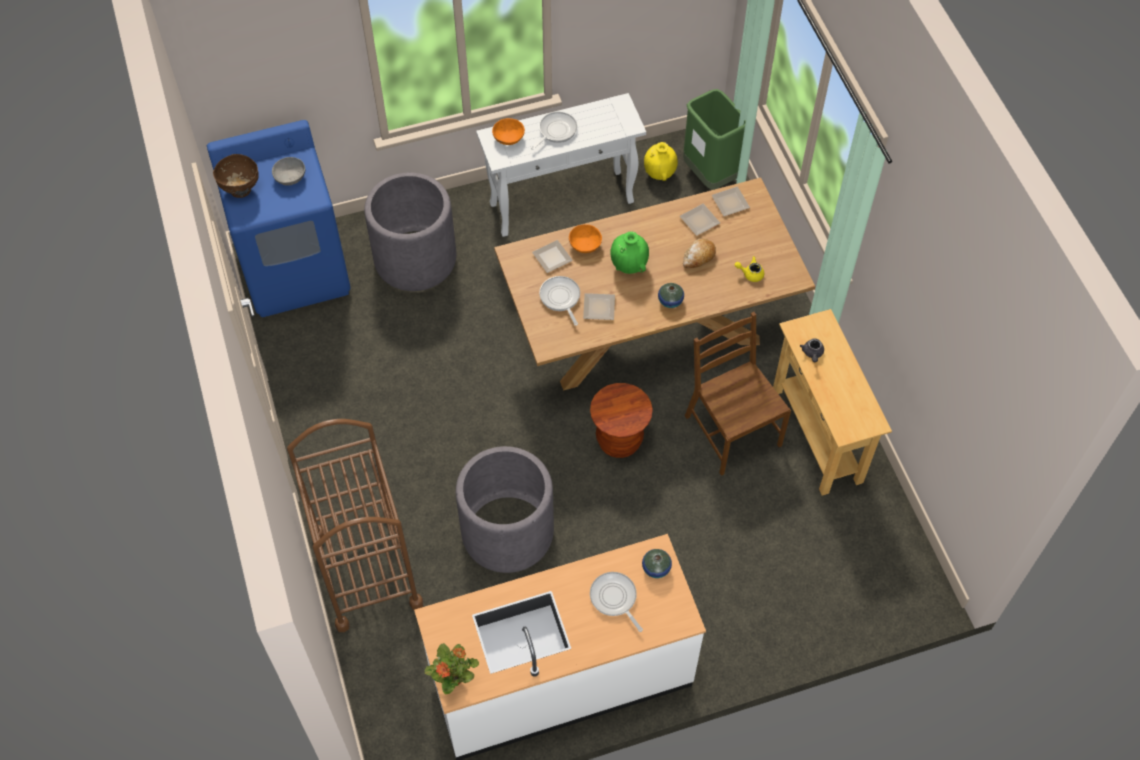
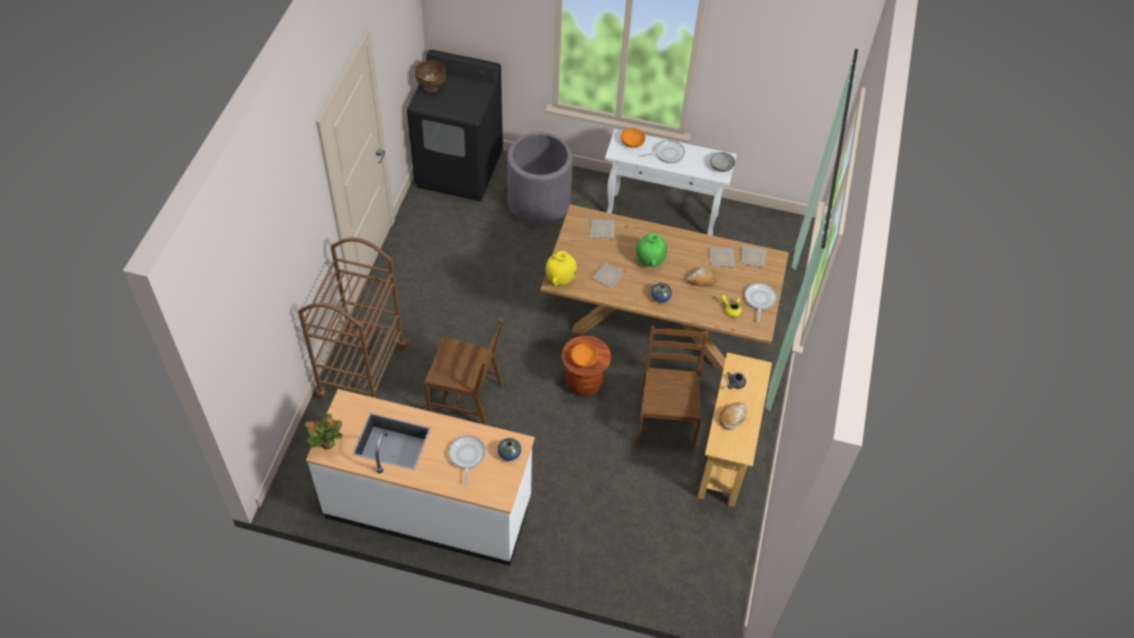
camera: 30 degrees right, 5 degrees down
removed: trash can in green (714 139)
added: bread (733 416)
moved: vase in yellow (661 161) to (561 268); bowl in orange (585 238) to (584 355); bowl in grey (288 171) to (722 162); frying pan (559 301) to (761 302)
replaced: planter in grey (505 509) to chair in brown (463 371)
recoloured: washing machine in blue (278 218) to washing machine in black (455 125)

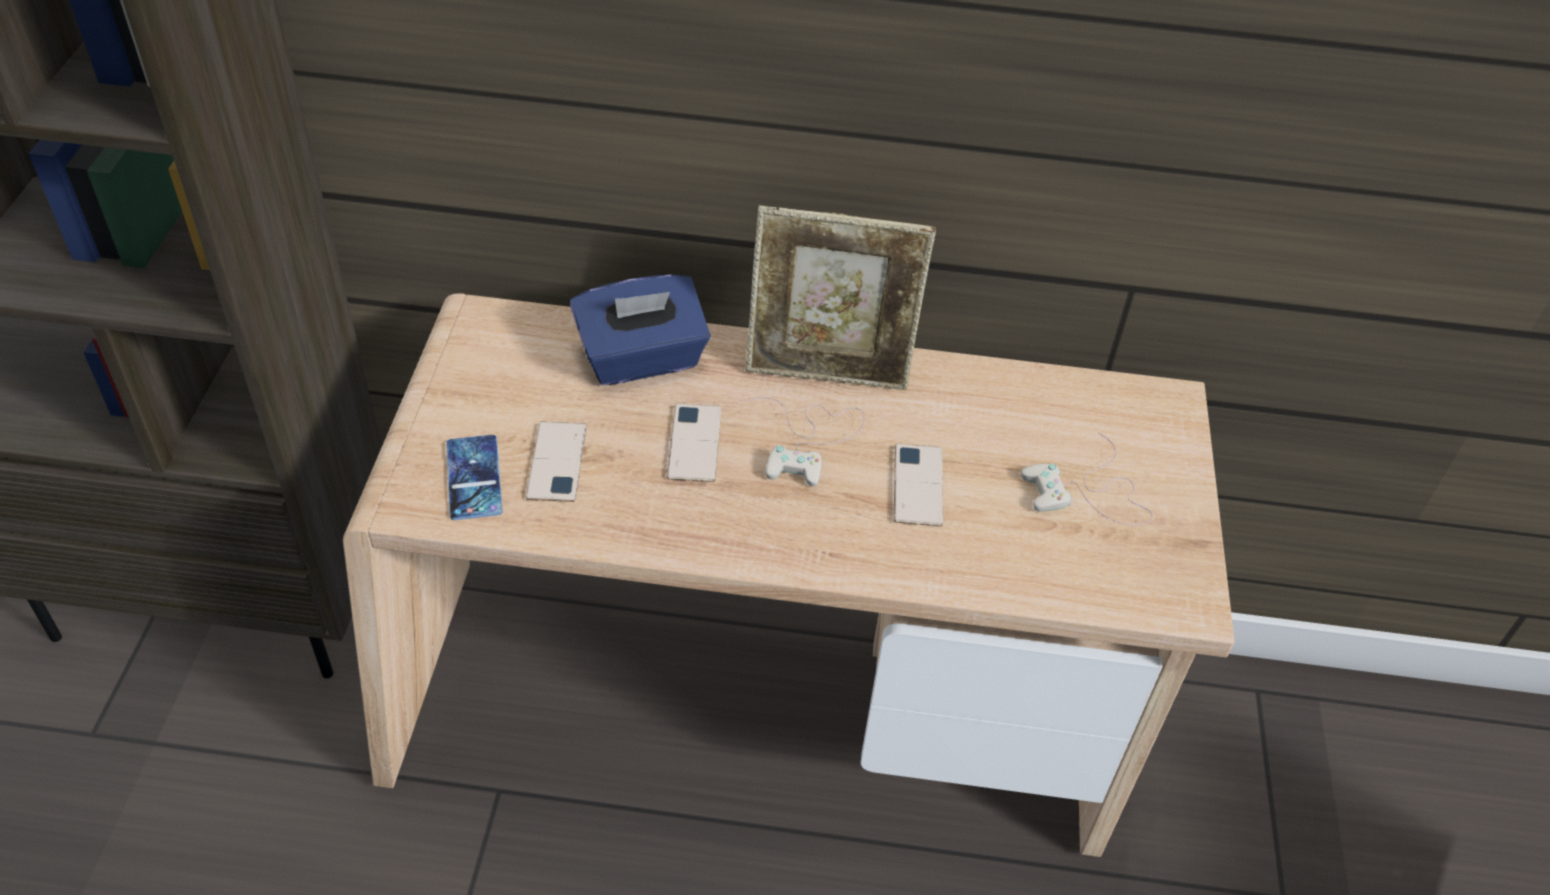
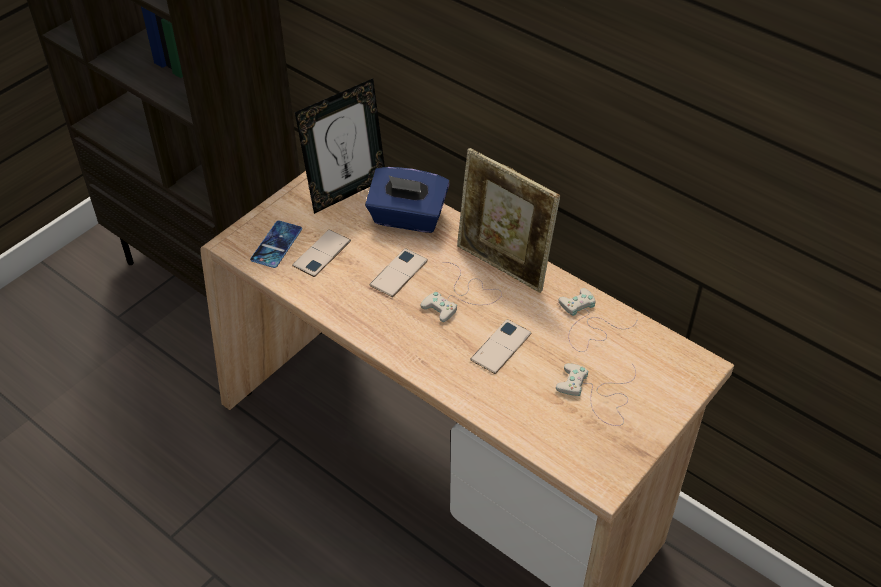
camera: 35 degrees right, 0 degrees up
added: picture frame (340 146); game controller in white (598 320)

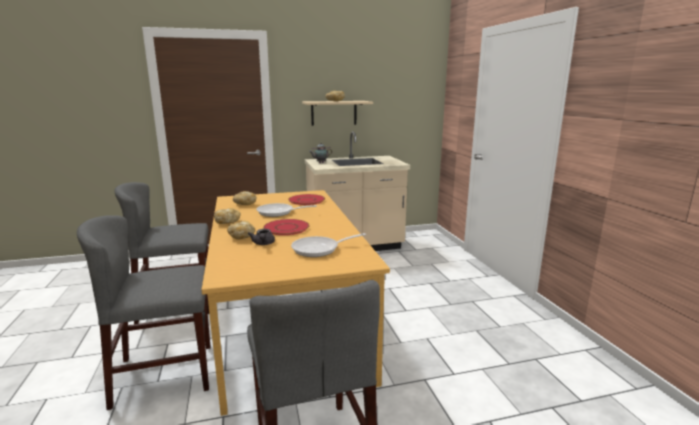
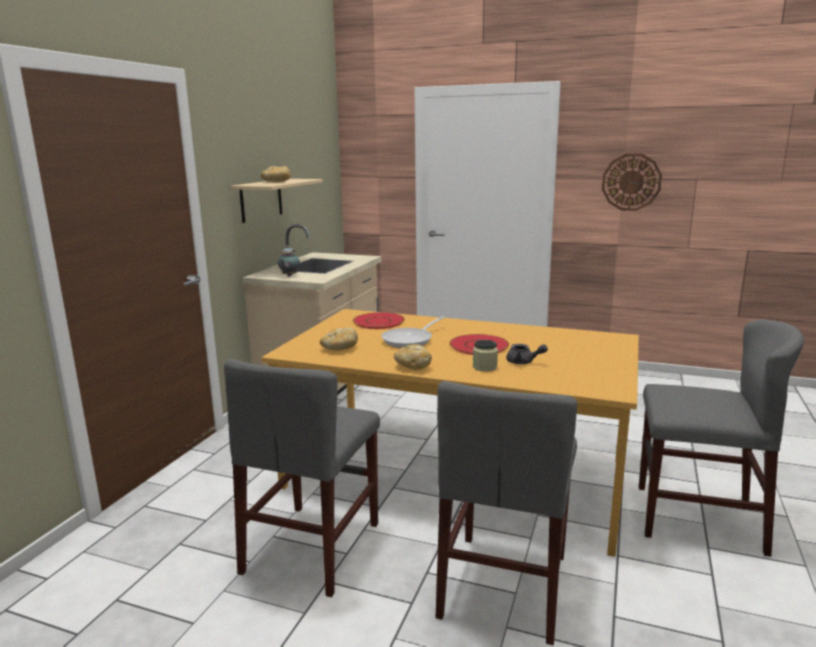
camera: 55 degrees left, 0 degrees up
removed: frying pan (328 245)
added: wall clock (632 182)
replaced: bread (241 230) to jar (485 356)

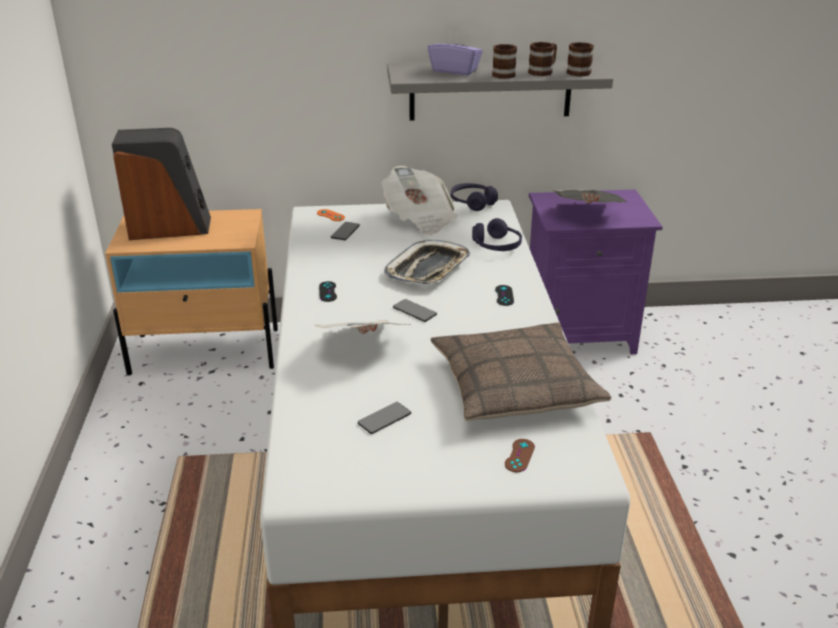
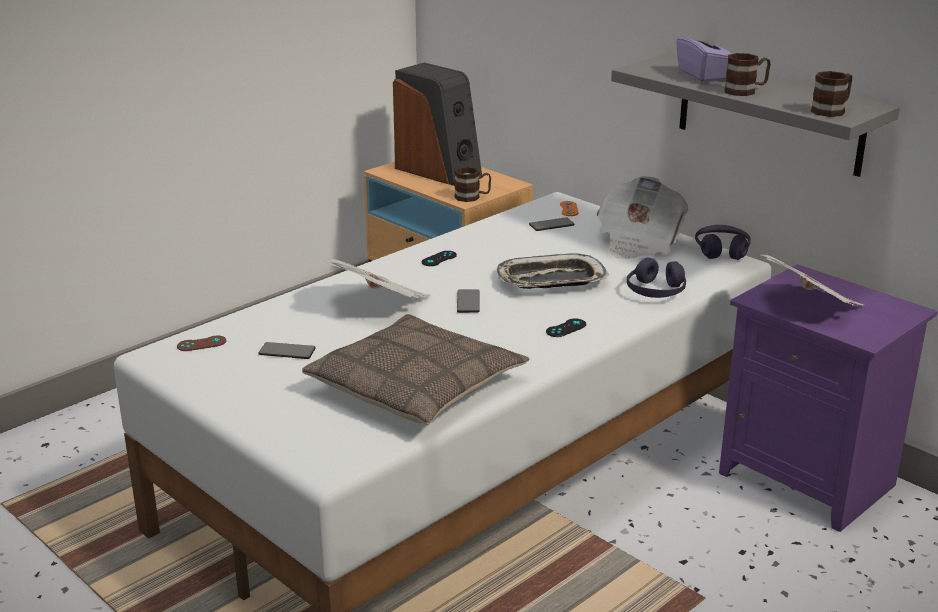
camera: 50 degrees right, 5 degrees down
moved: game controller in brown (520 455) to (201 343); mug in brown (542 59) to (472 184)

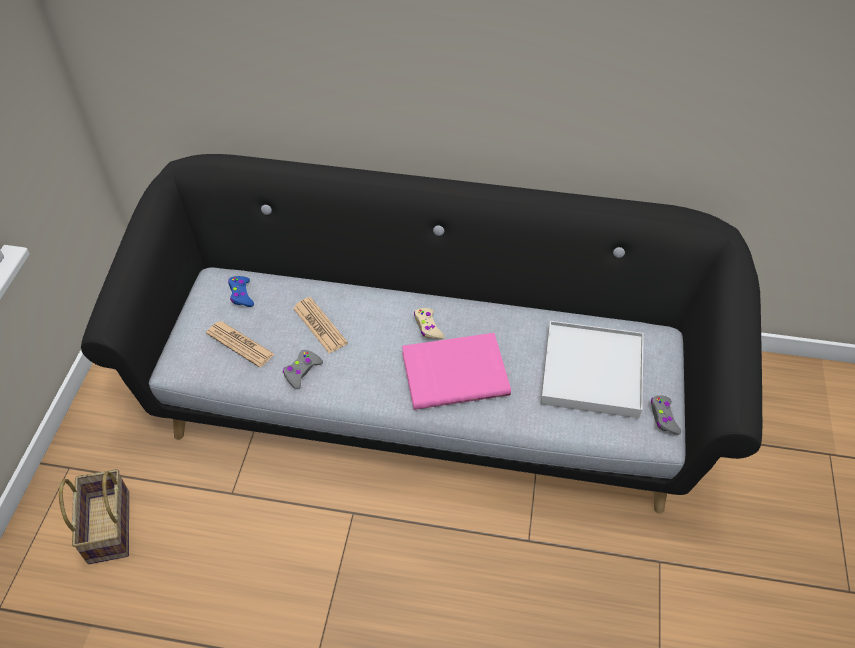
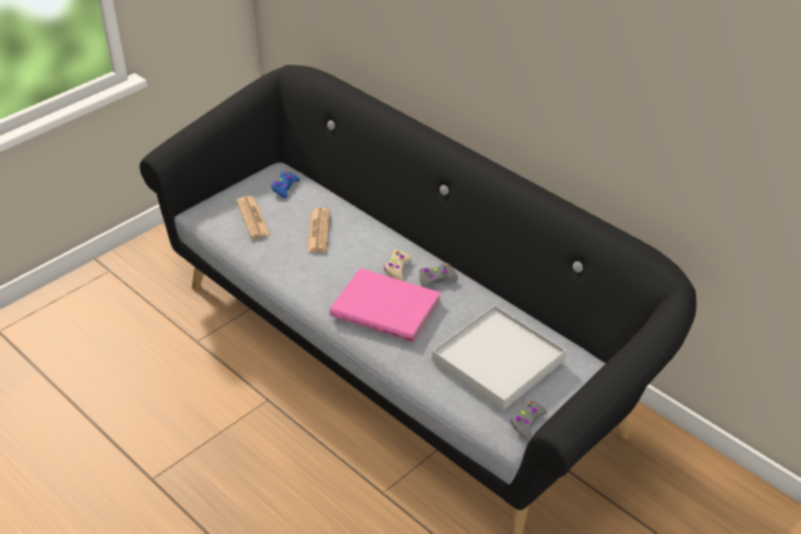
camera: 35 degrees right, 10 degrees down
removed: basket (94 516)
moved: game controller in grey (303 369) to (439 275)

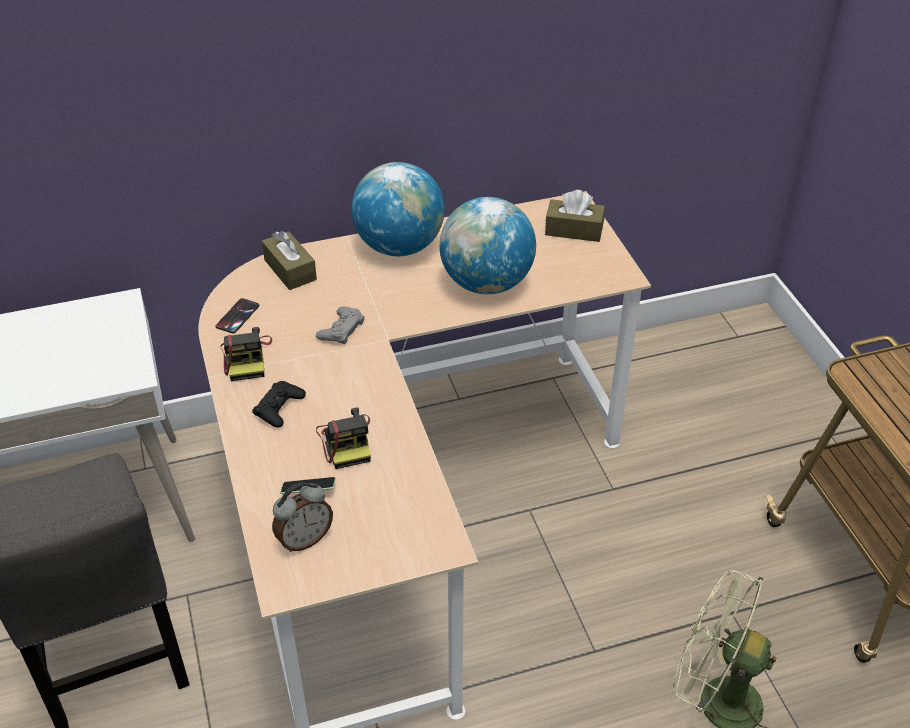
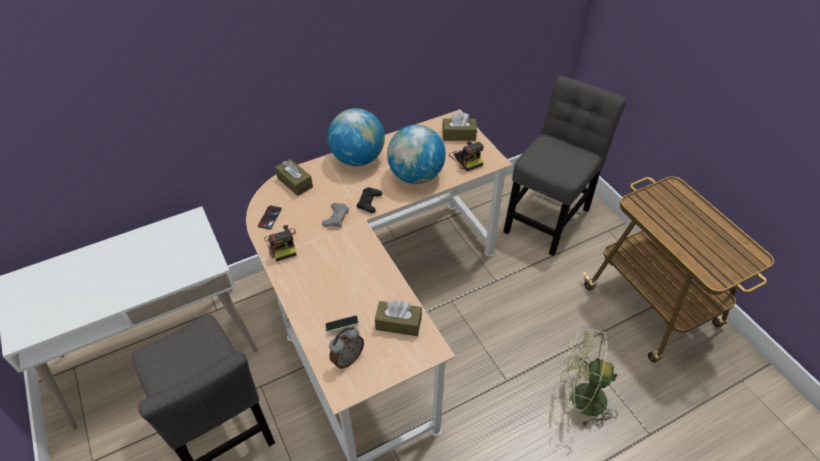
camera: 10 degrees left, 5 degrees up
added: tissue box in brown (398 318); chair in grey (564 166)
moved: game controller in black (279 404) to (369 200); photo camera (343 438) to (466 155)

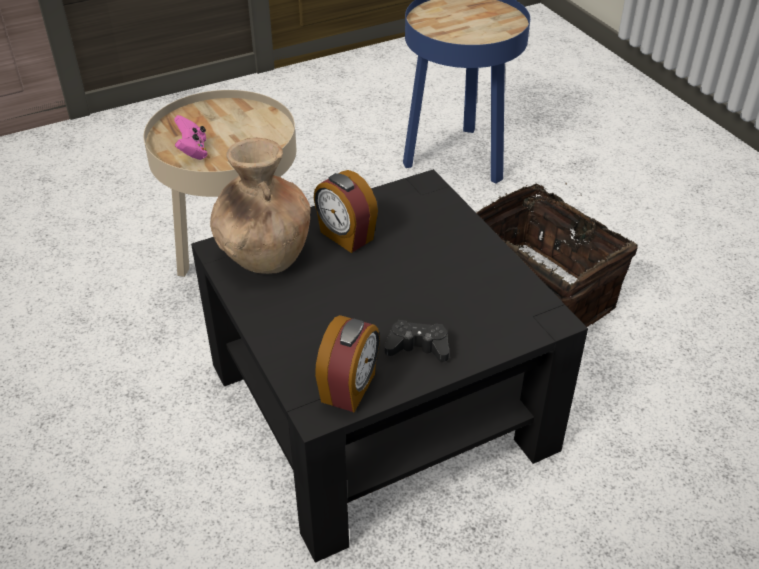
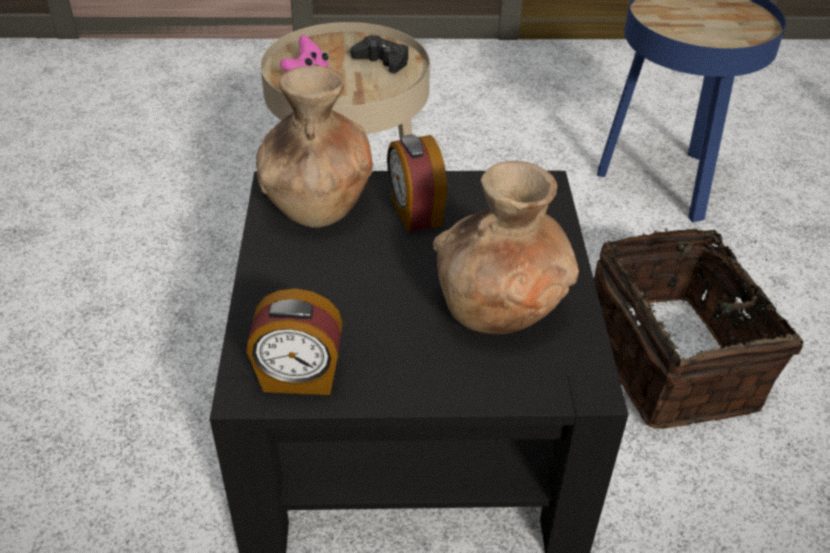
camera: 25 degrees right, 0 degrees up
added: vase in brown (506 247)
moved: game controller in black (417 341) to (379 54)
turned: alarm clock (347 363) = (295 341) 45 degrees clockwise

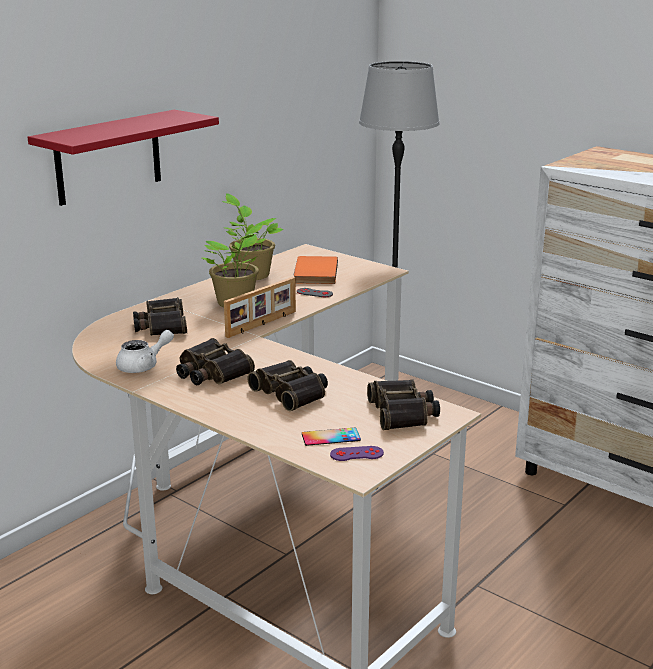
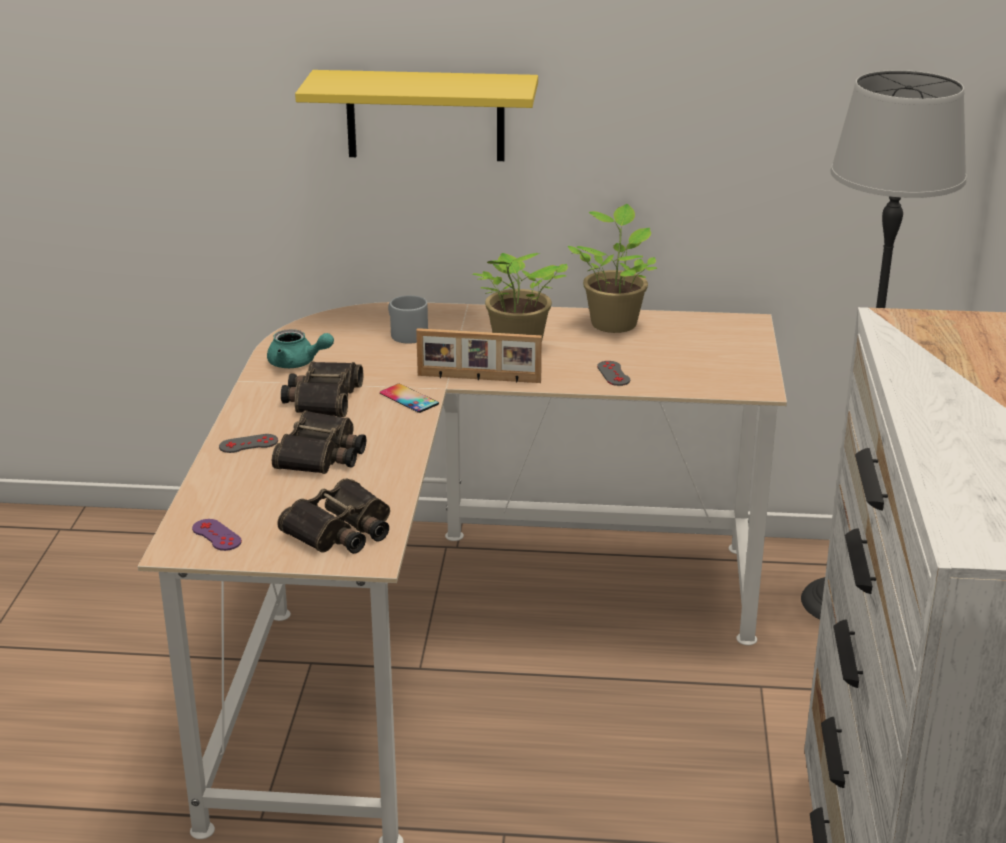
camera: 55 degrees right, 5 degrees up
removed: book in orange (316 270)
added: game controller in grey (248 443)
moved: phone (331 436) to (409 398)
replaced: binoculars (160 316) to mug in grey (408 319)
recoloured: teapot in white (145 351) to teapot in turquoise (300 348); shelf in red (123 158) to shelf in yellow (416 115)

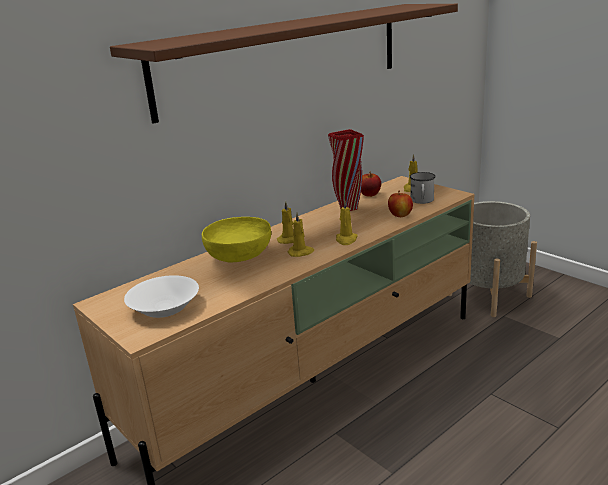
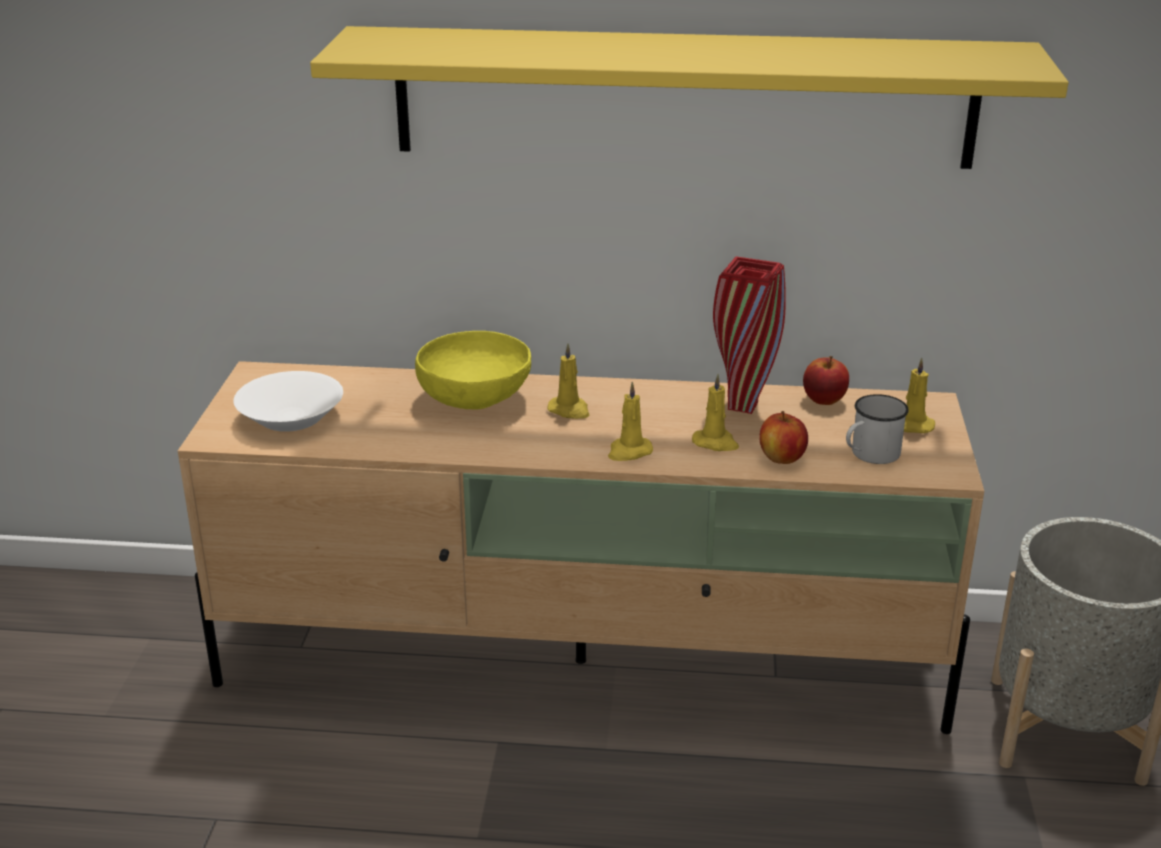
camera: 45 degrees right, 5 degrees up
moved: candle in yellow (301 235) to (715 412)
recoloured: shelf in brown (284 64) to shelf in yellow (689 97)

